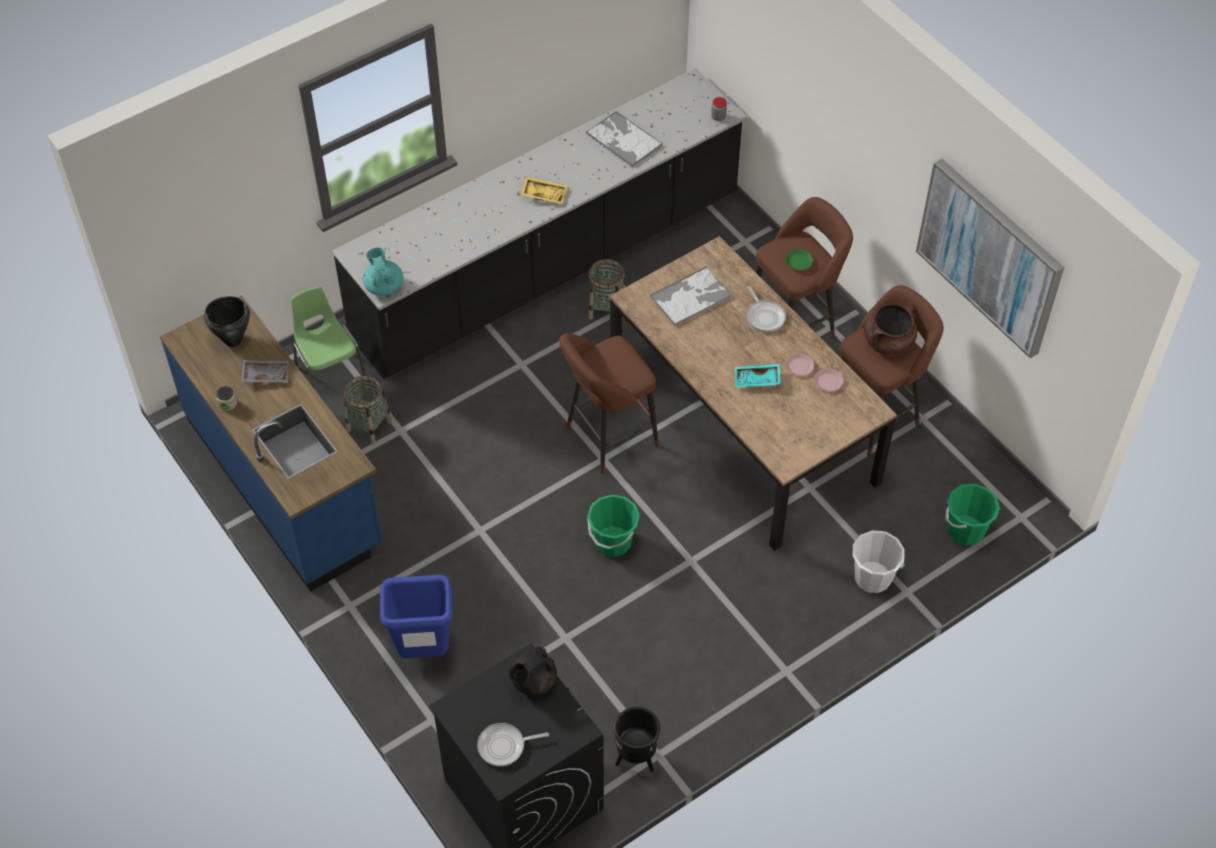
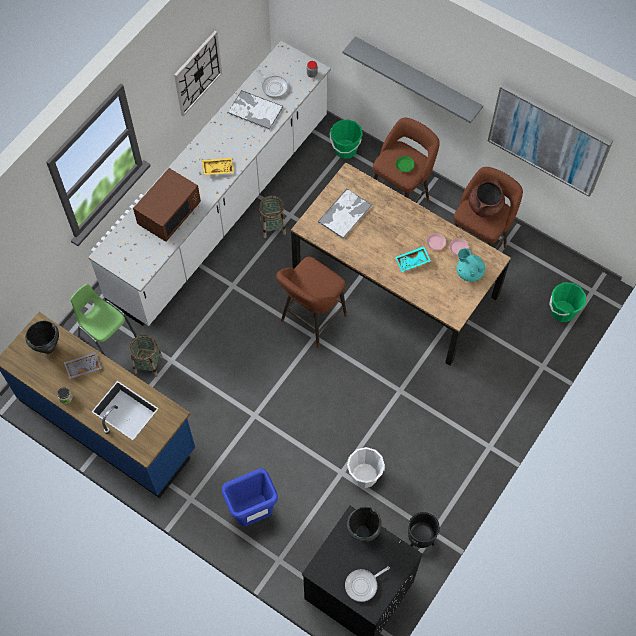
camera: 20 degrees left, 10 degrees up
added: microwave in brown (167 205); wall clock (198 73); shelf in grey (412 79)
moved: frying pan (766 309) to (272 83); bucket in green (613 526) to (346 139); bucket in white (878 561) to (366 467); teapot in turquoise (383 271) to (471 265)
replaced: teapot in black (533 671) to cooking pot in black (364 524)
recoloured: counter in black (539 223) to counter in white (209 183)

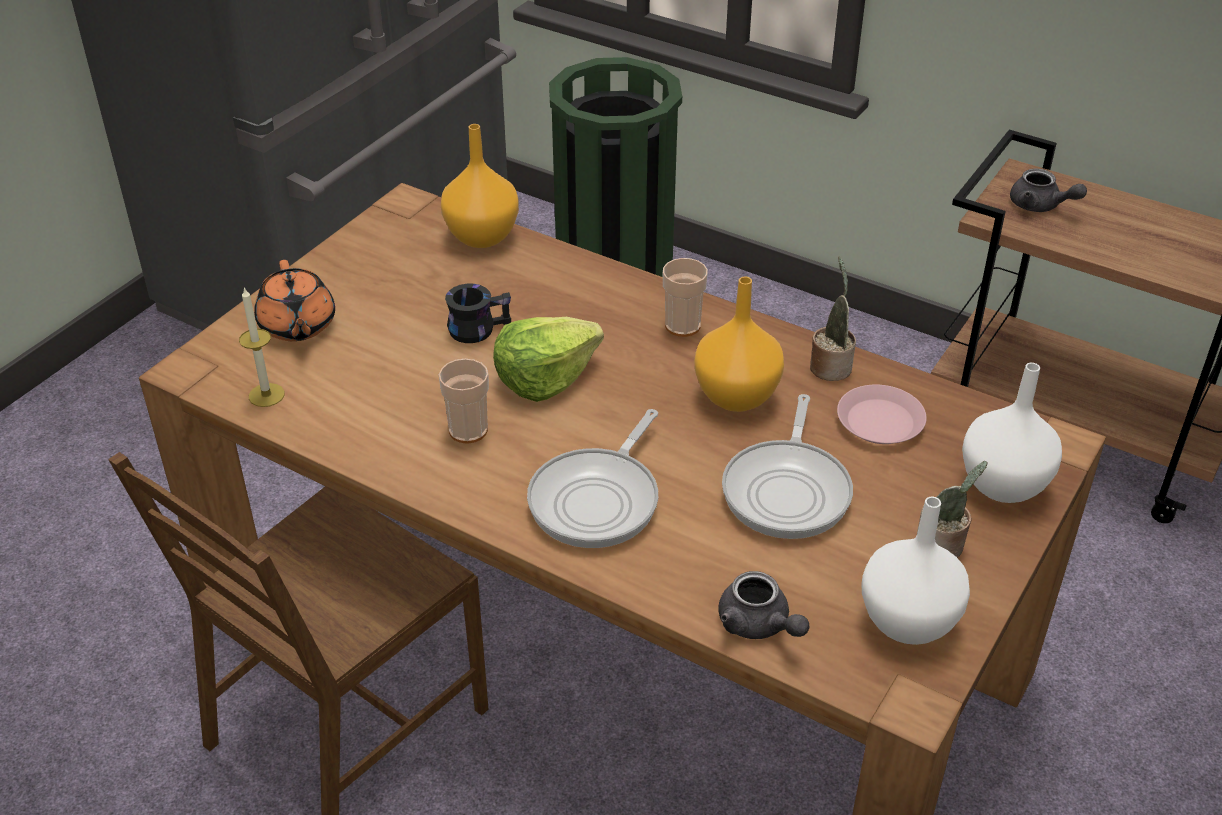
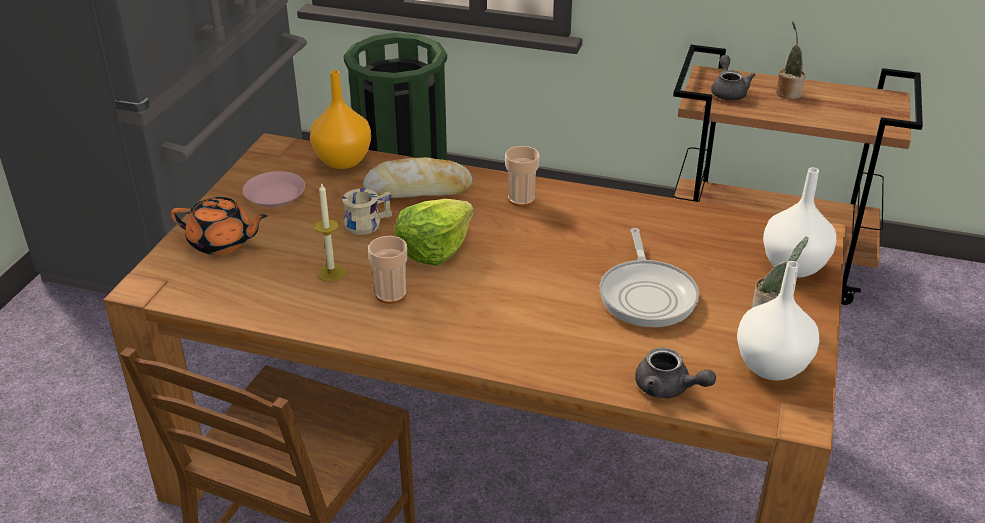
camera: 15 degrees left, 5 degrees down
removed: frying pan (592 478); vase in orange (739 344)
added: bread (417 177)
moved: plate in pink (882 414) to (273 189); candle (262 347) to (330 233); potted plant (833 319) to (791 60)
recoloured: mug in black (478 313) to mug in beige (367 211)
turned: teapot in orange (294 300) = (219 226) 45 degrees counterclockwise; teapot in grey (1048 190) = (733 77) 120 degrees counterclockwise

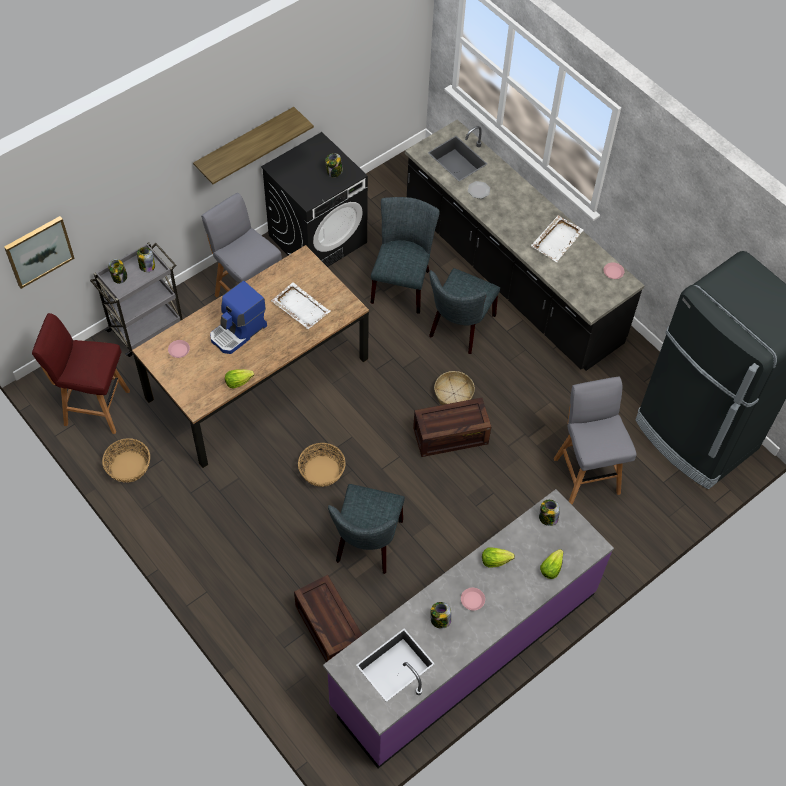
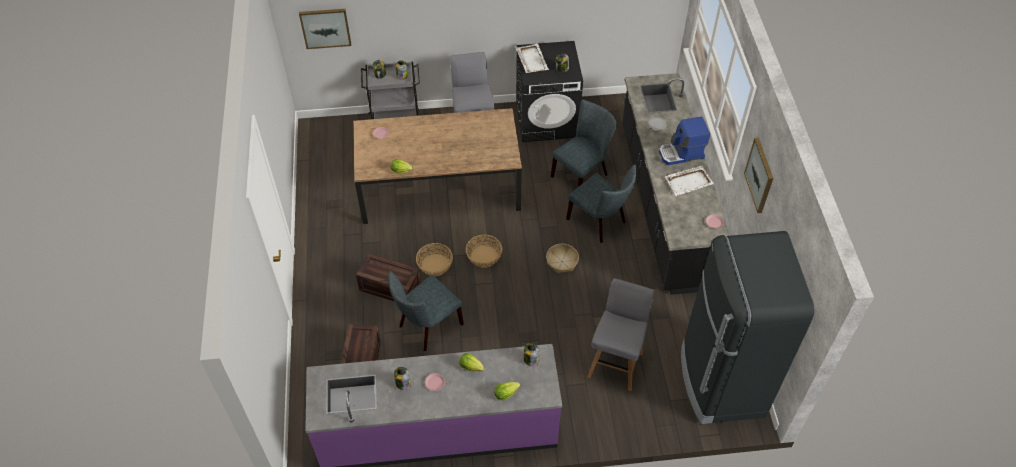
camera: 35 degrees right, 5 degrees down
removed: stool in red (81 373); shelf (253 145)
added: picture (758 175)
moved: crate (452 427) to (388 277); basket (126 460) to (484 251); tray in white (301 305) to (532 58); coffee machine (238 317) to (684 140)
turned: chair in grey (464 311) = (601 203) 105 degrees counterclockwise

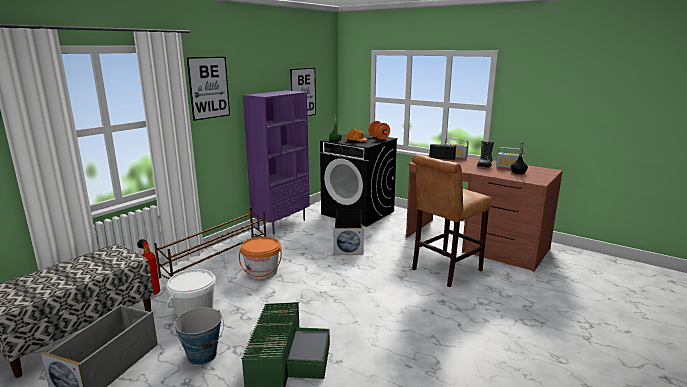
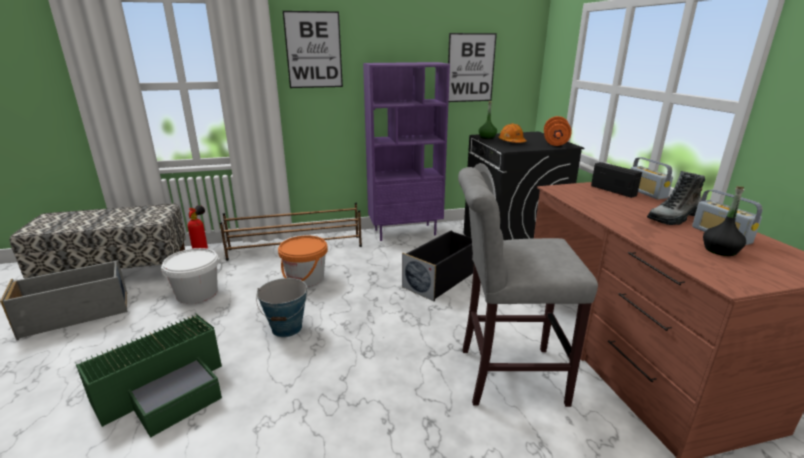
camera: 40 degrees right, 5 degrees up
moved: bucket (199 336) to (281 307)
recoloured: stool in brown (451 220) to stool in grey (528 287)

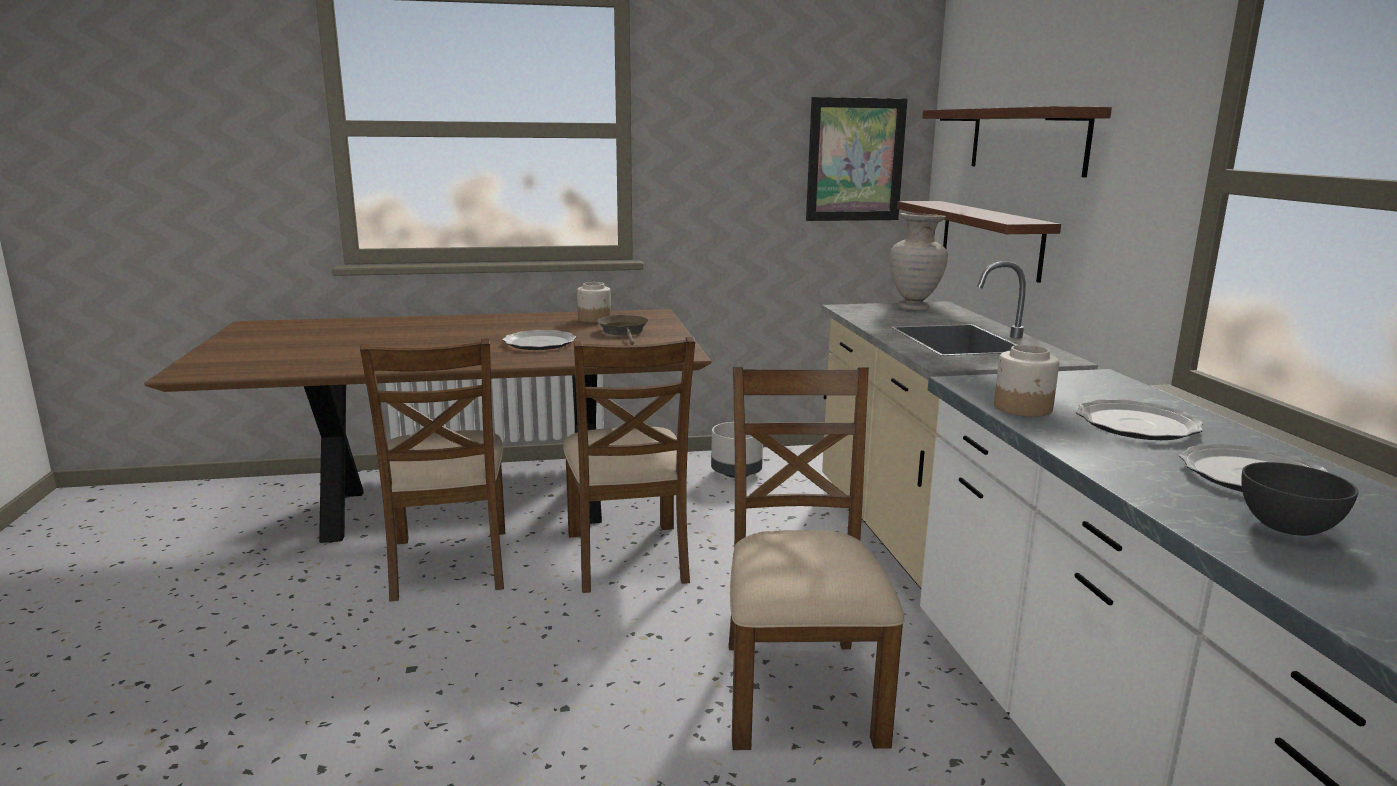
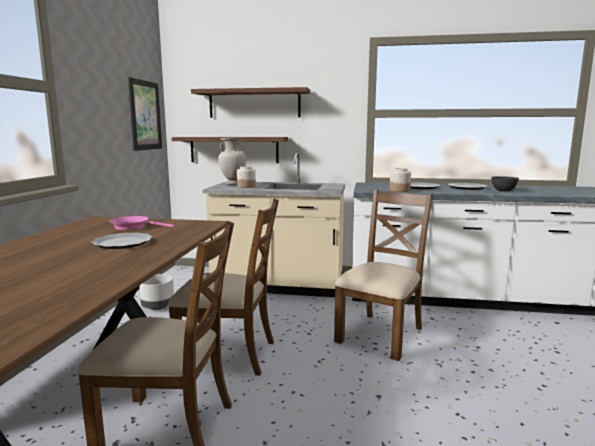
camera: 70 degrees left, 5 degrees down
moved: jar (594 302) to (246 177)
recoloured: frying pan in brown (622 330) to frying pan in pink (142 223)
turned: chair in brown (817 558) = (383 275) 105 degrees clockwise

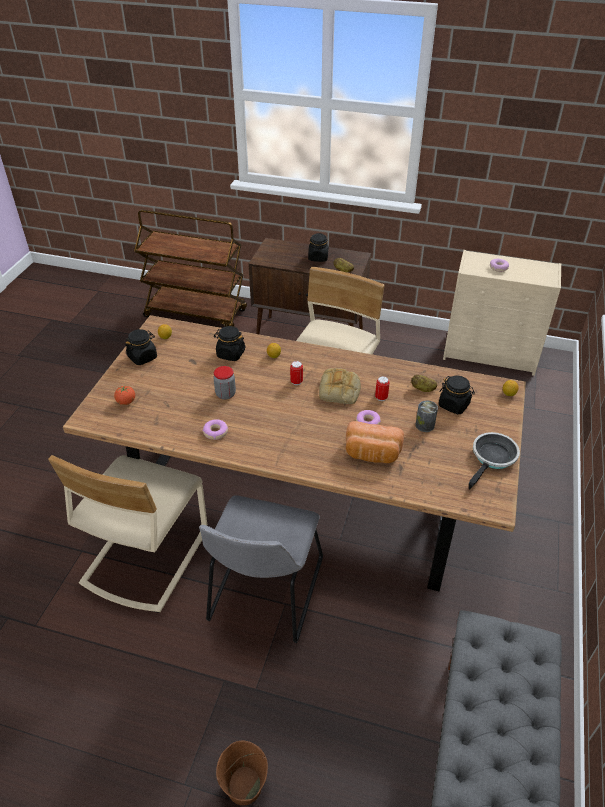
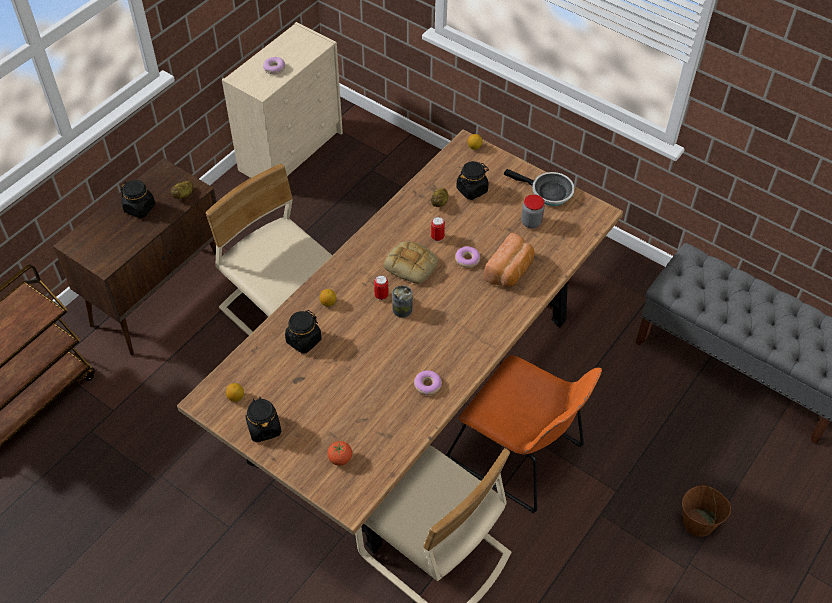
camera: 70 degrees left, 10 degrees up
moved: can (426 416) to (402 301); jar (224 383) to (533 211)
recoloured: chair in grey (261 569) to chair in orange (524 434)
turned: frying pan (494 461) = (539 187) 150 degrees clockwise

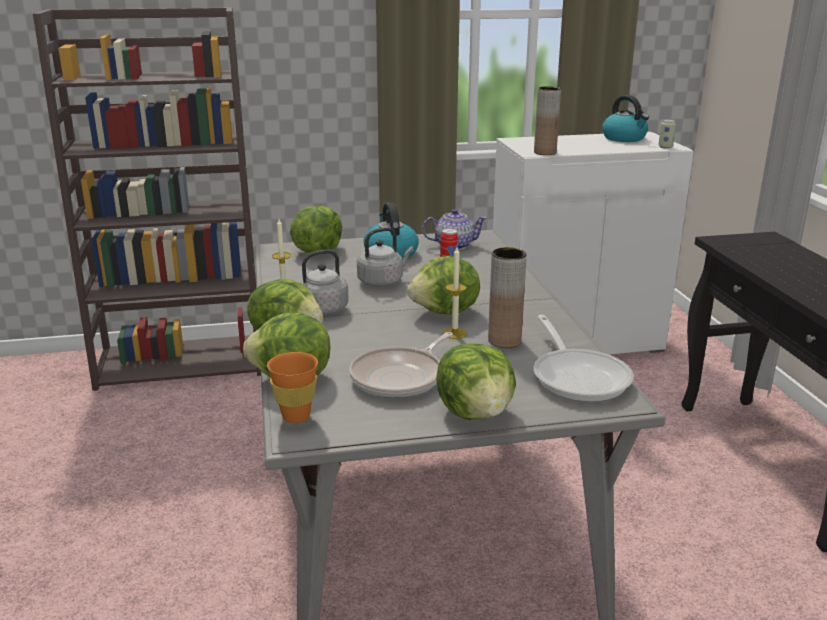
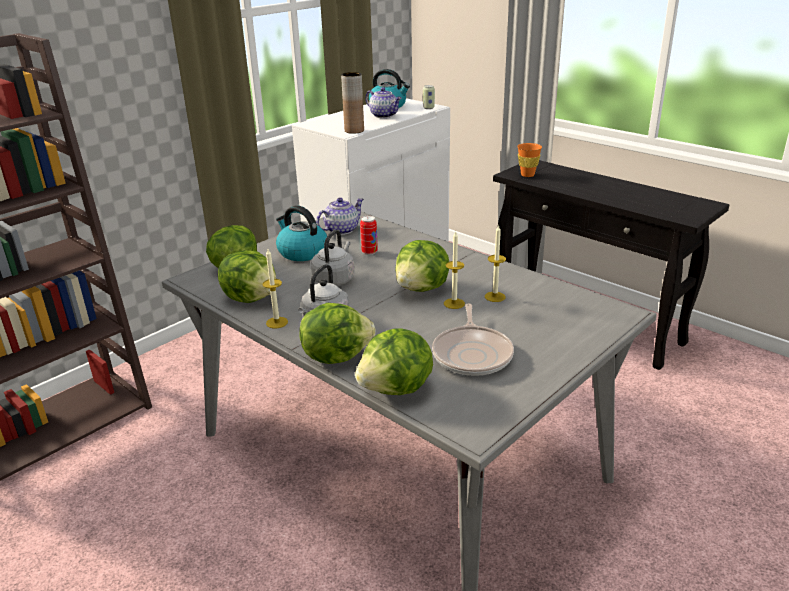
camera: 35 degrees left, 5 degrees up
removed: frying pan (583 358)
added: teapot (383 102)
moved: lettuce (476 382) to (247 276); cup in orange (292 387) to (529 160)
replaced: vase in brown (507 297) to candle (495 263)

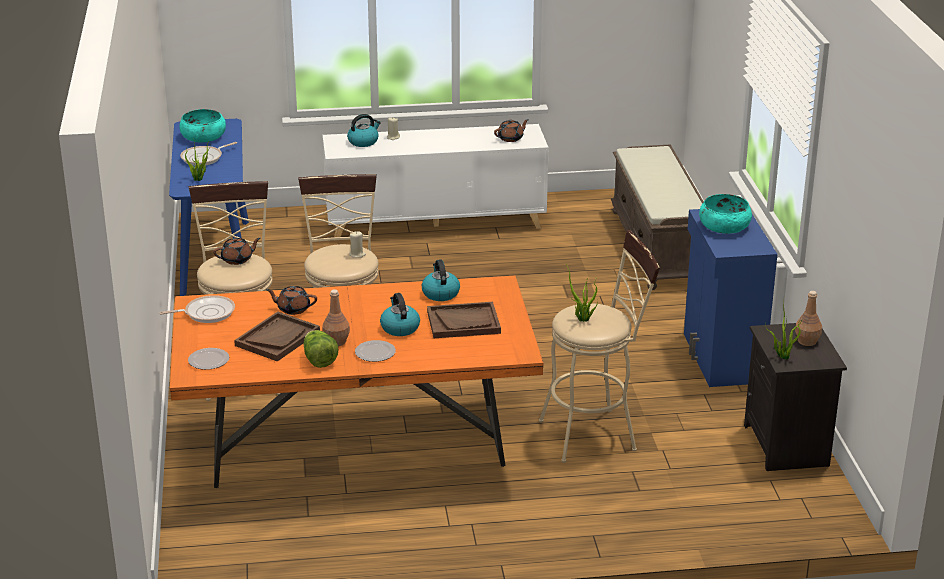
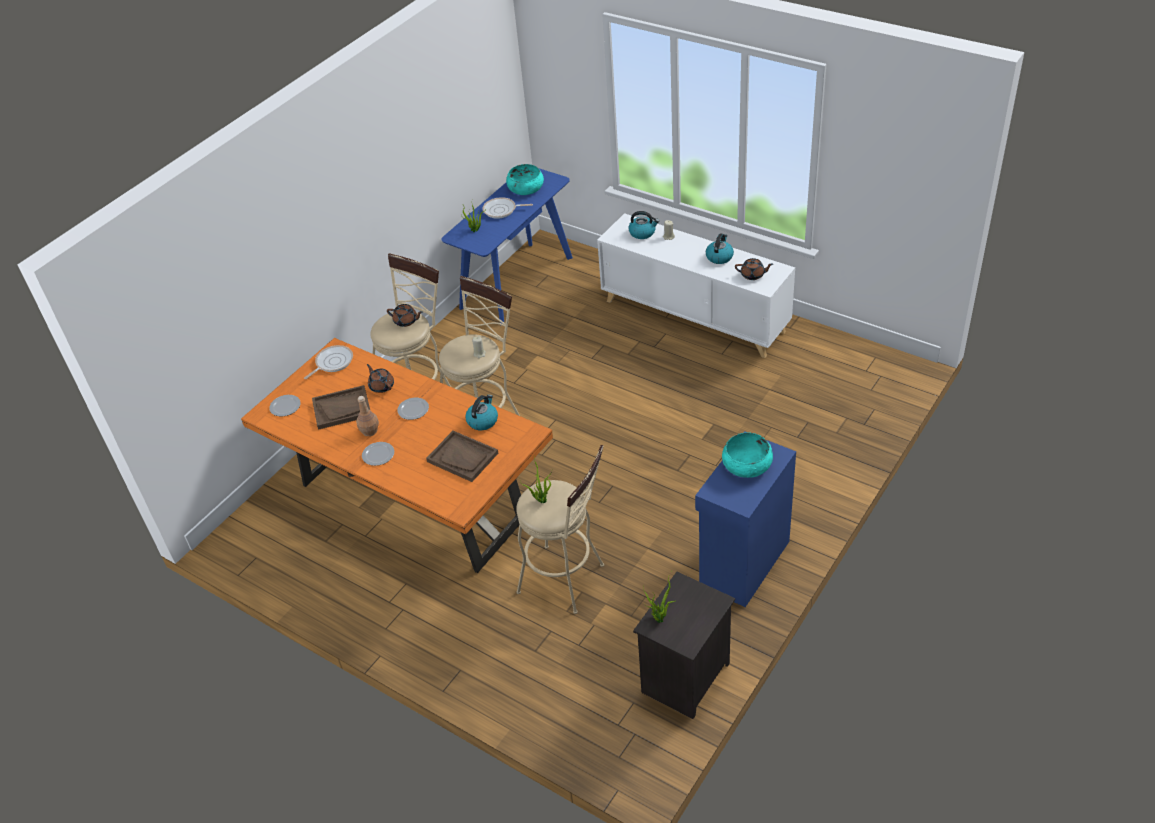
camera: 45 degrees right, 15 degrees up
removed: lettuce (321 349); bench in brown (657 217); bottle in brown (808 318)
added: plate (413 409)
moved: kettle (400 314) to (720 248)
turned: frying pan (197 309) = (328 362) 75 degrees counterclockwise

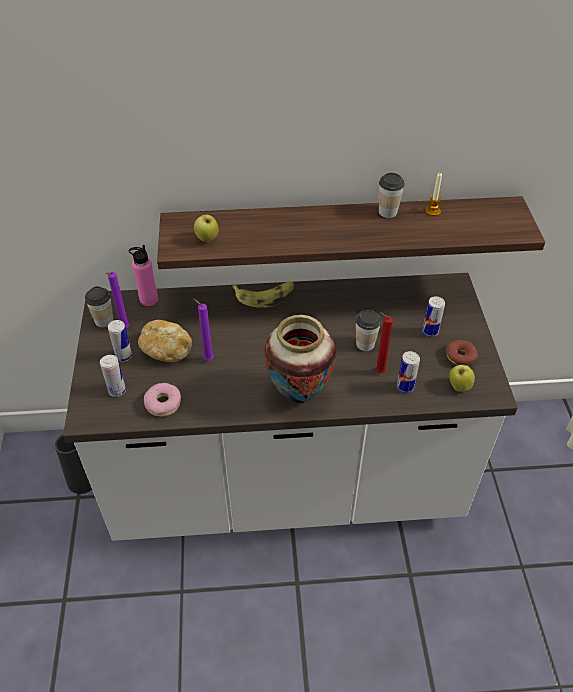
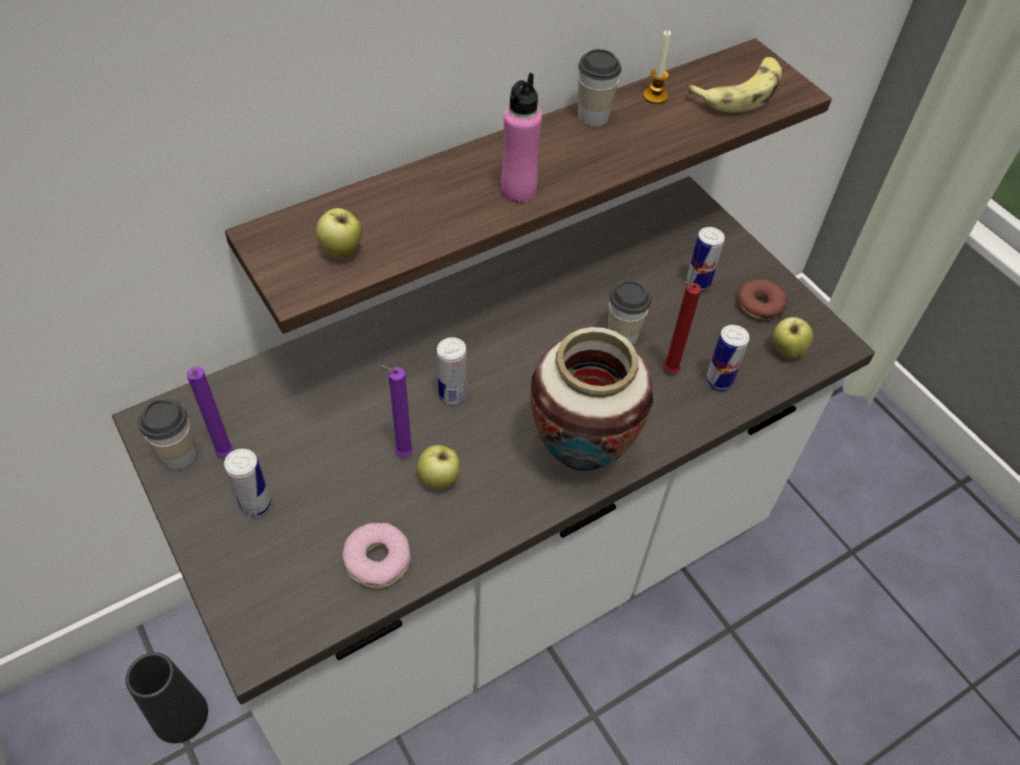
camera: 30 degrees left, 5 degrees up
removed: bread (165 341)
added: apple (438 467)
moved: can (113 376) to (452 371); bottle in pink (143 275) to (521 138); banana (263 294) to (735 85)

